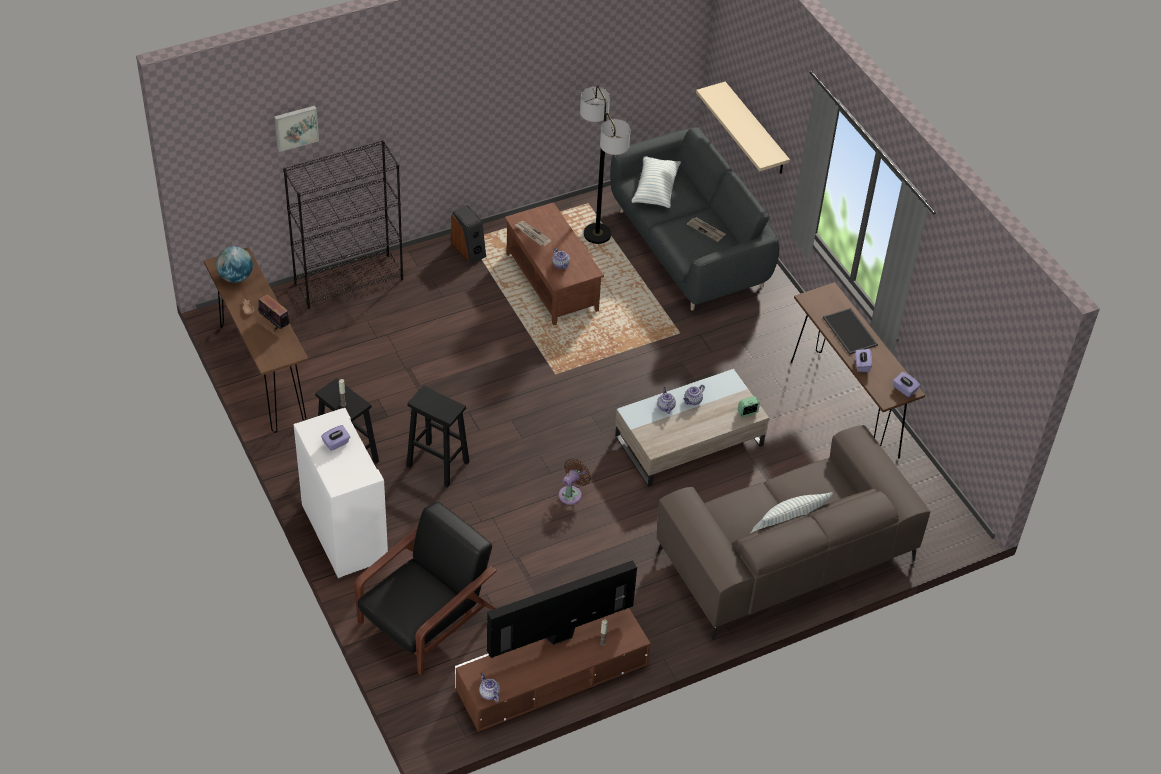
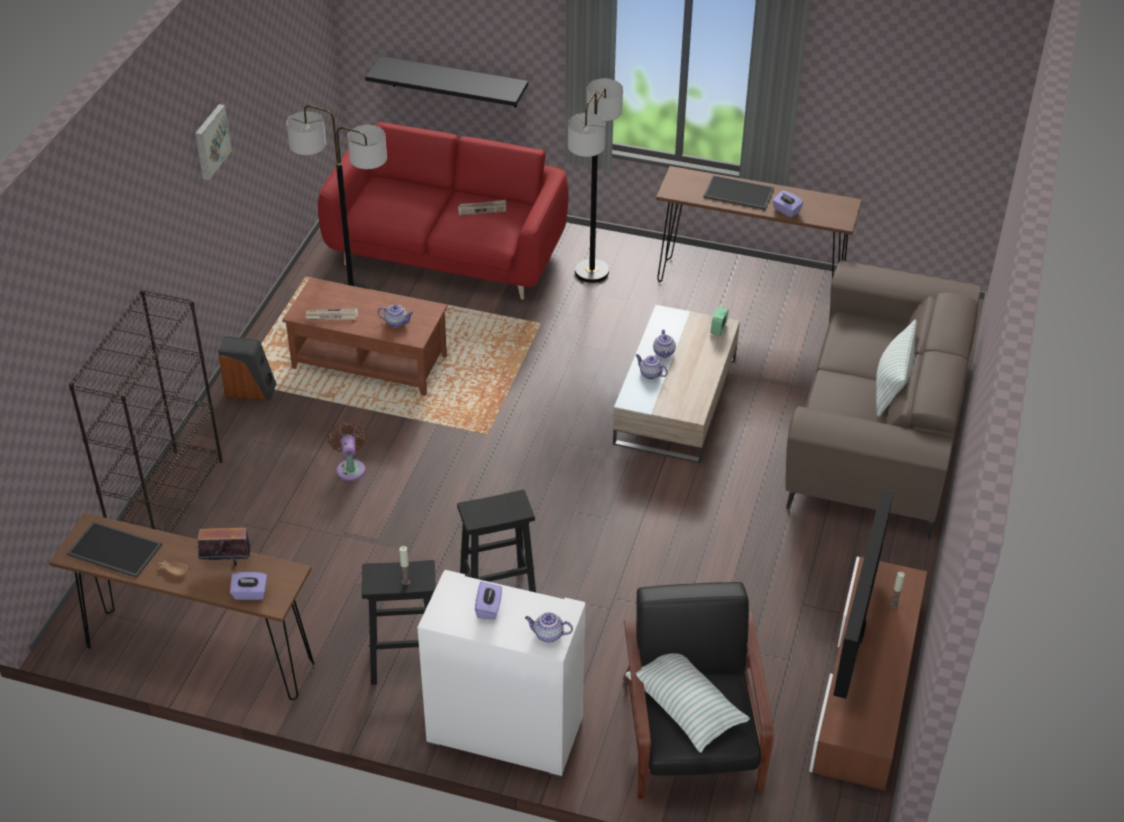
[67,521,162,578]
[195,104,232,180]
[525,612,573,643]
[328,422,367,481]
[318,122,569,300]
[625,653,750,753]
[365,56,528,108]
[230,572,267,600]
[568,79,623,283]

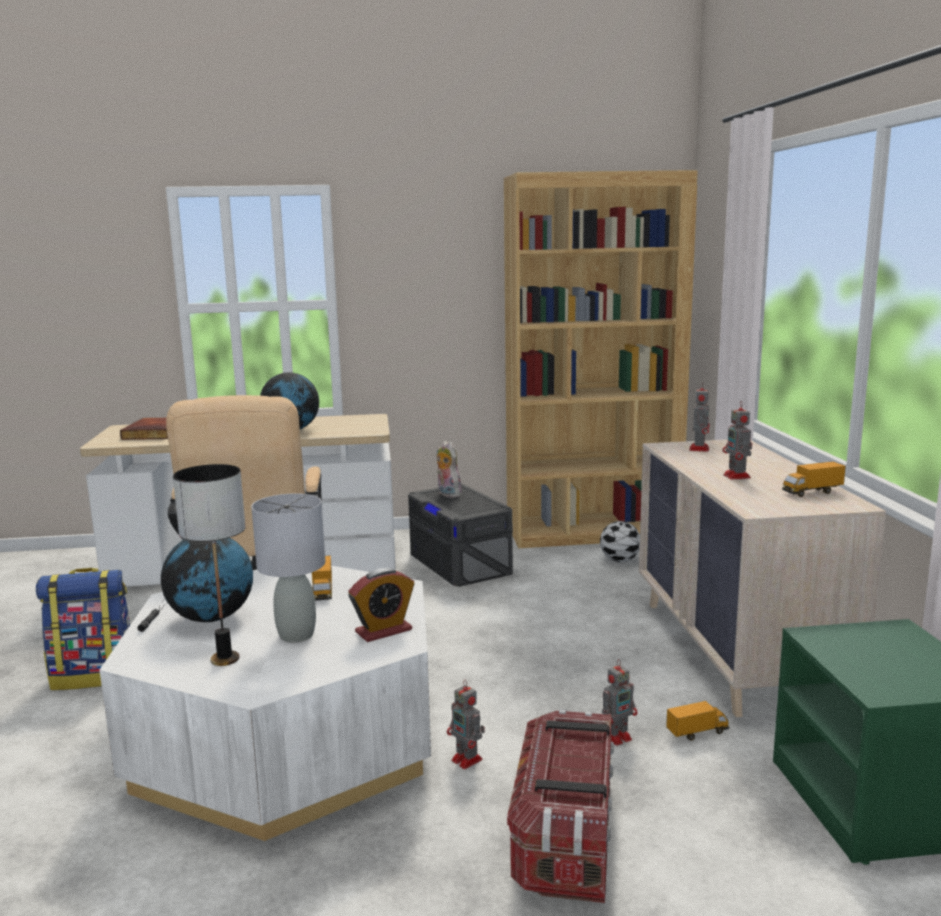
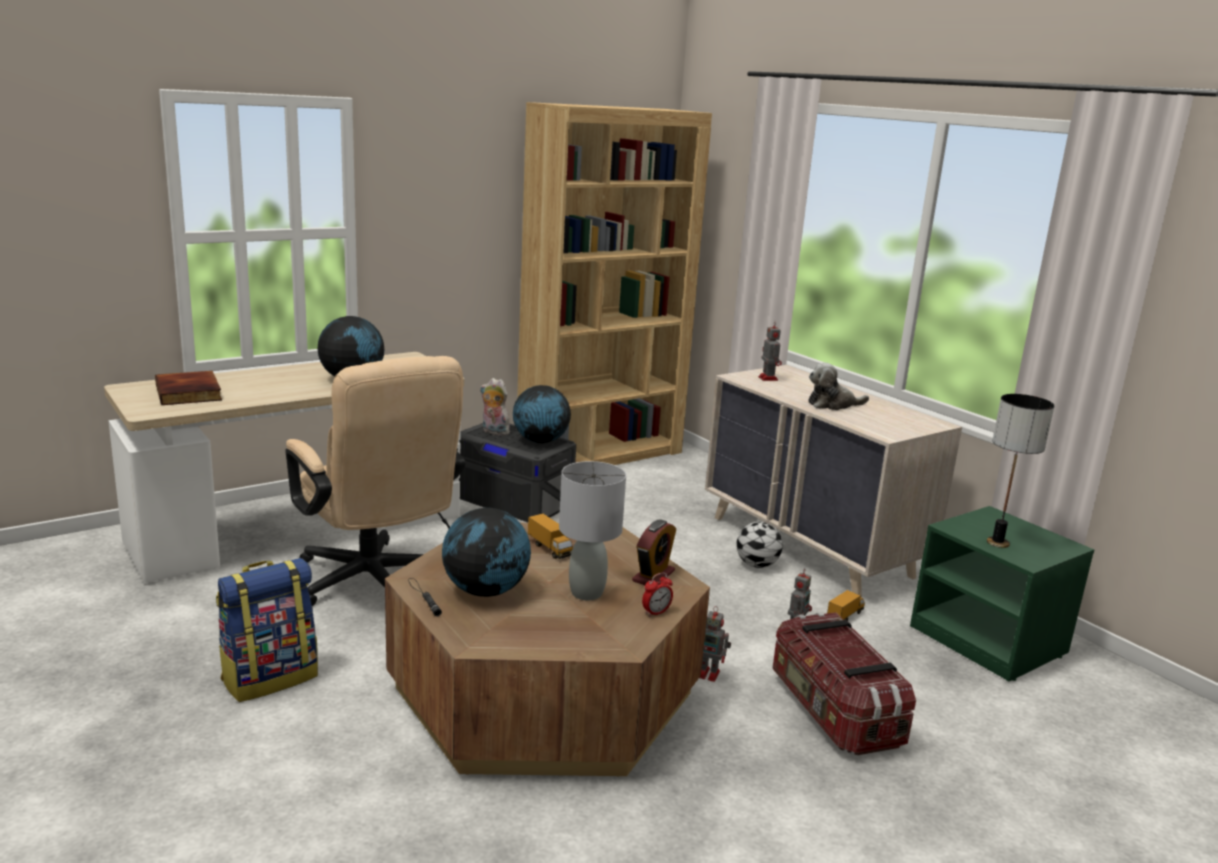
[385,523,710,777]
[987,394,1054,548]
[736,522,783,568]
[808,363,869,410]
[782,461,846,497] (first image)
[513,385,571,444]
[642,572,673,617]

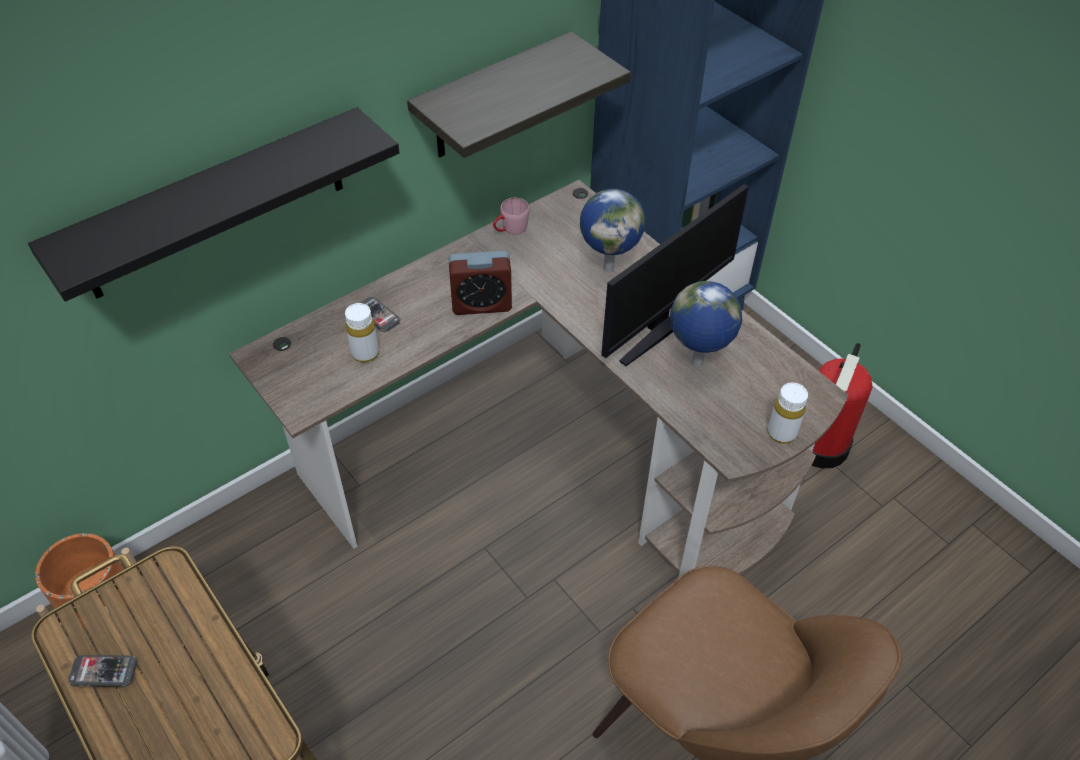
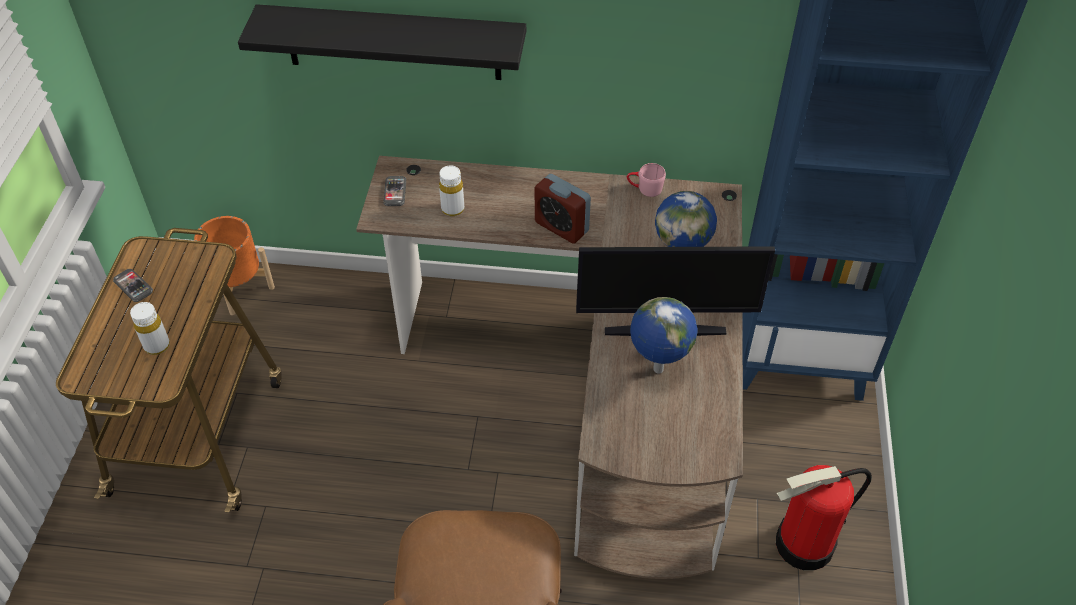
[383,176,406,206]
[407,31,631,158] (first image)
[130,302,170,355]

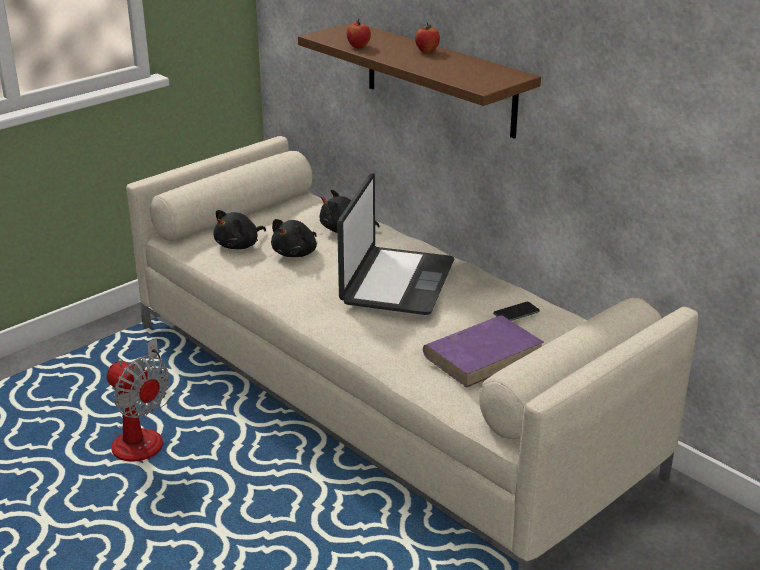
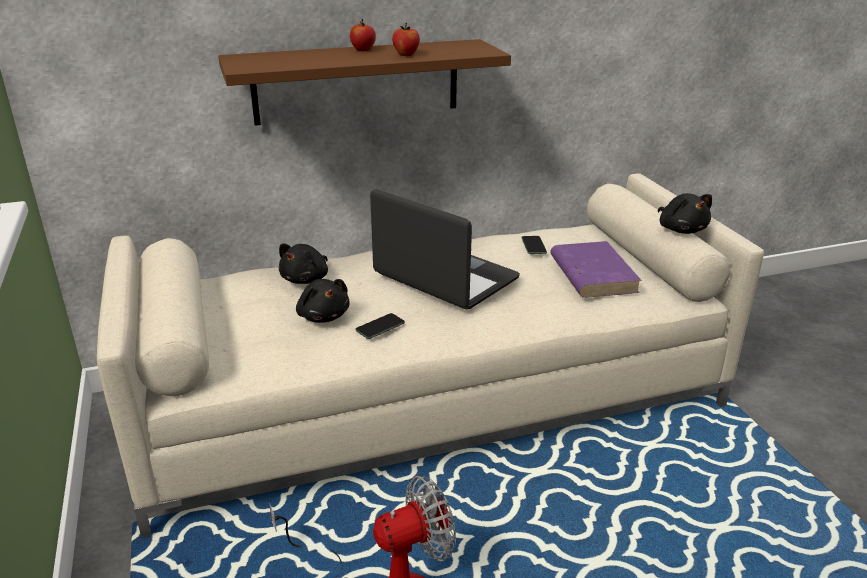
[658,193,712,234]
[392,23,420,56]
[355,313,405,339]

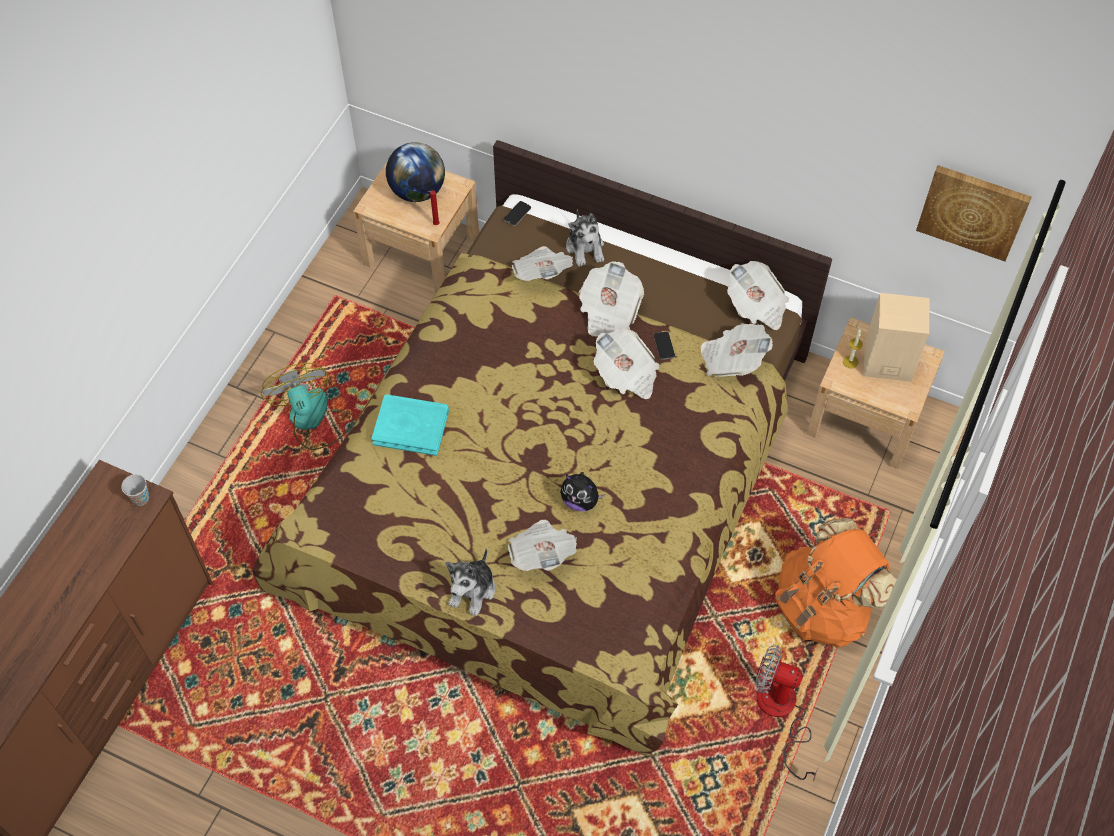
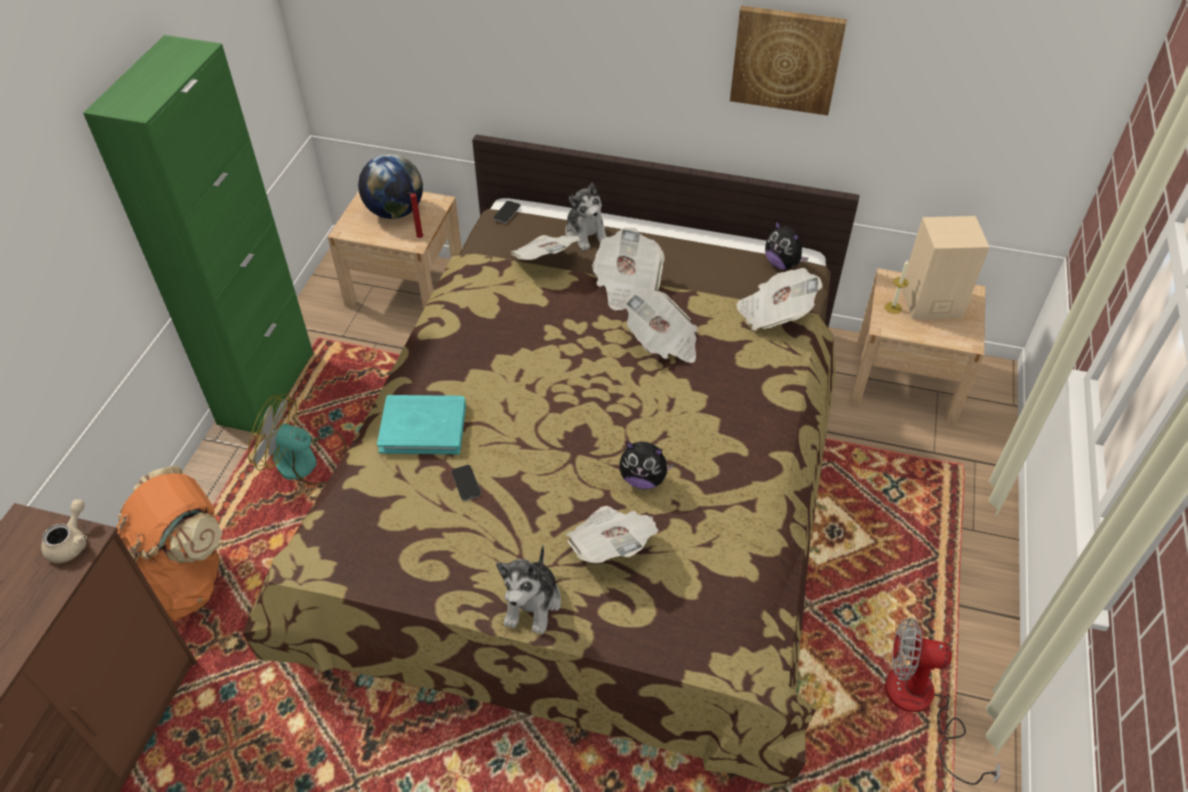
[41,499,87,563]
[248,393,347,485]
[451,465,481,501]
[765,221,808,270]
[116,466,223,621]
[730,6,847,116]
[83,35,313,434]

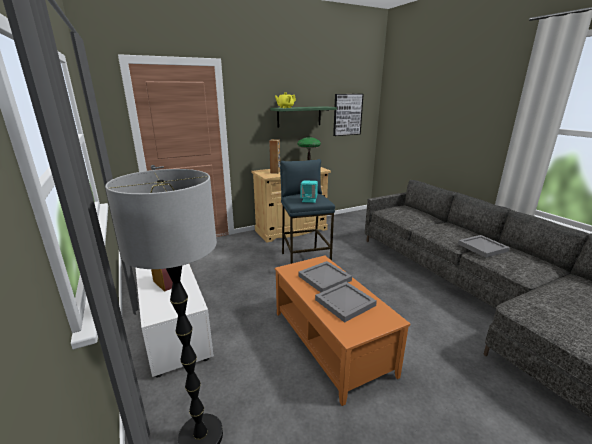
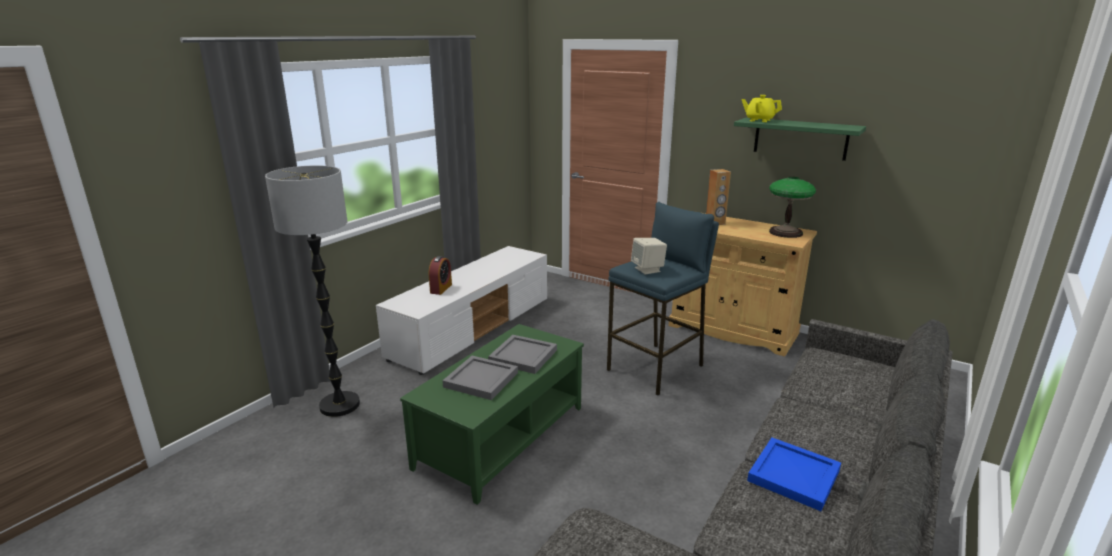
[400,324,584,505]
[631,238,667,274]
[333,94,364,136] (first image)
[747,437,841,511]

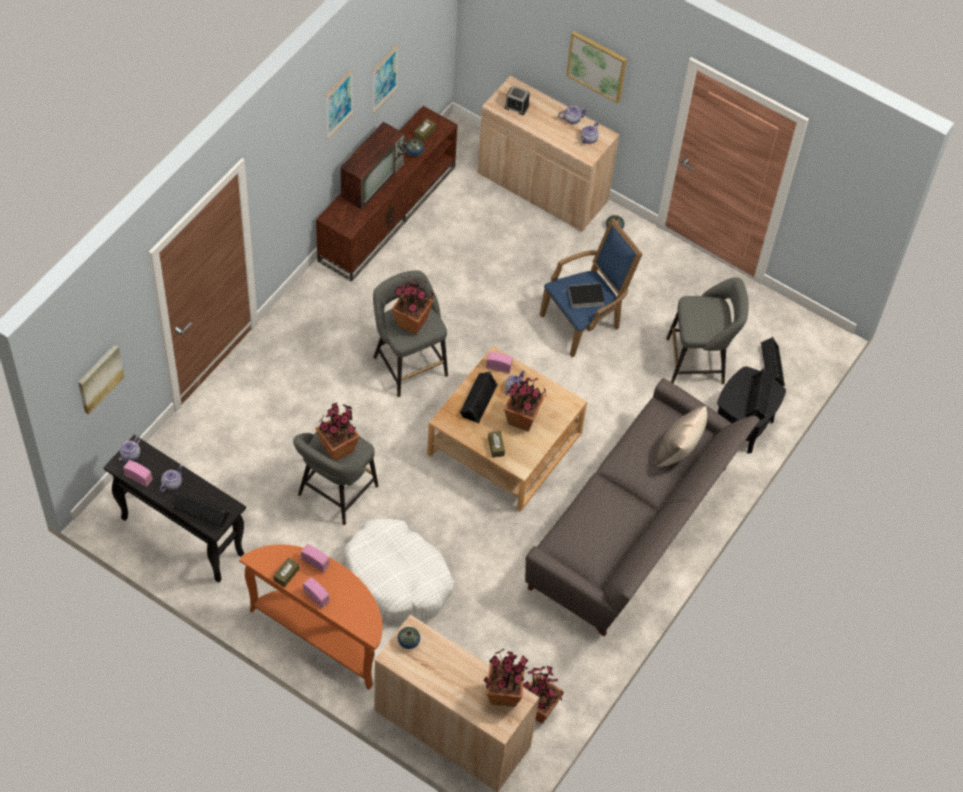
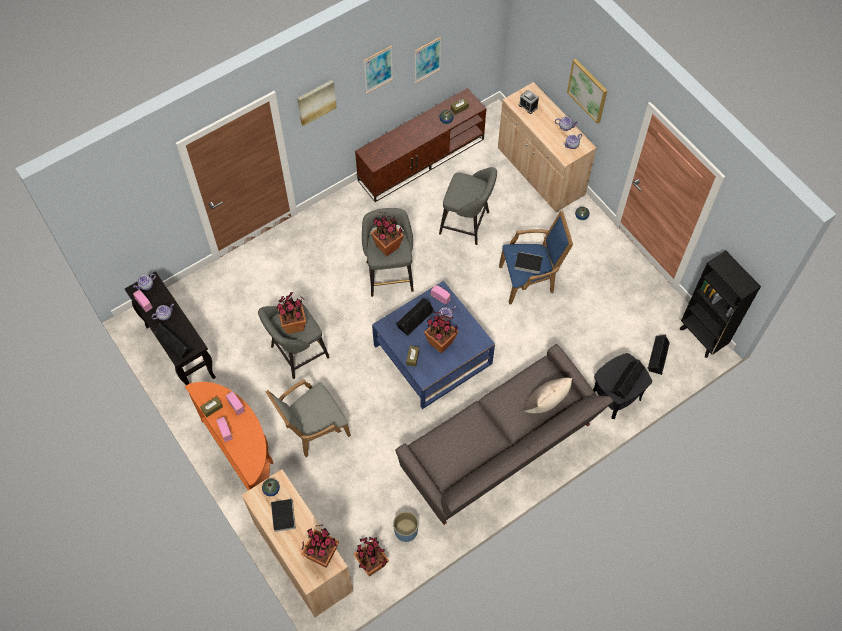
[297,80,337,126]
[340,122,407,210] (first image)
[265,379,351,457]
[372,281,495,409]
[439,167,497,245]
[271,495,296,532]
[393,511,419,542]
[680,250,761,358]

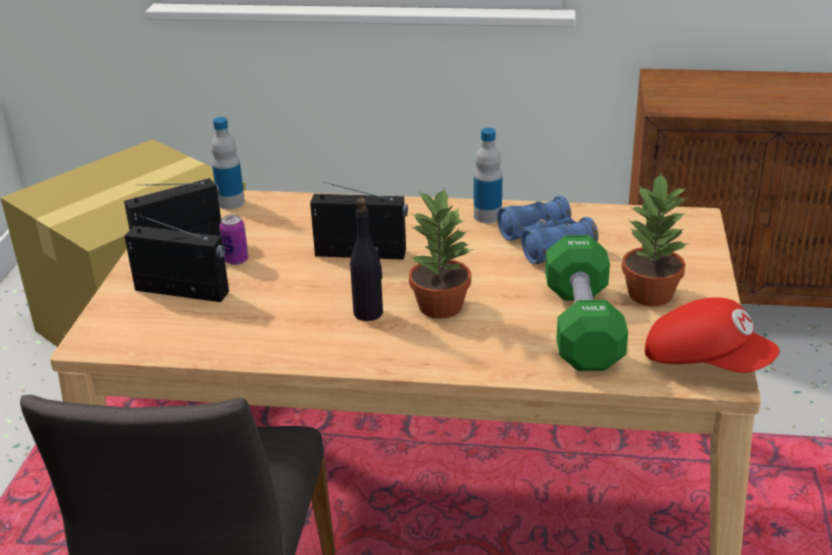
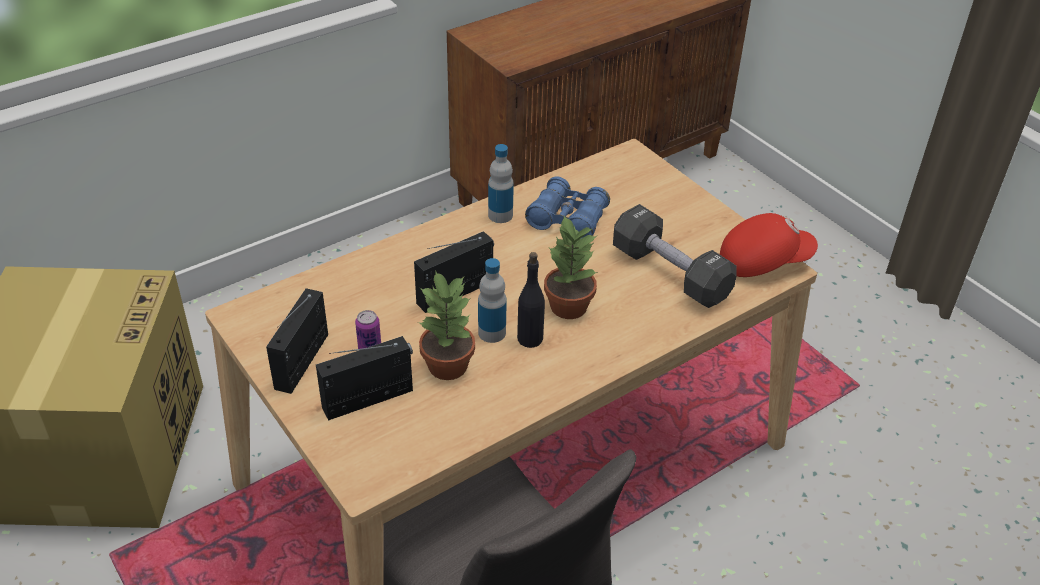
[478,258,507,343]
[613,204,737,308]
[418,270,475,380]

